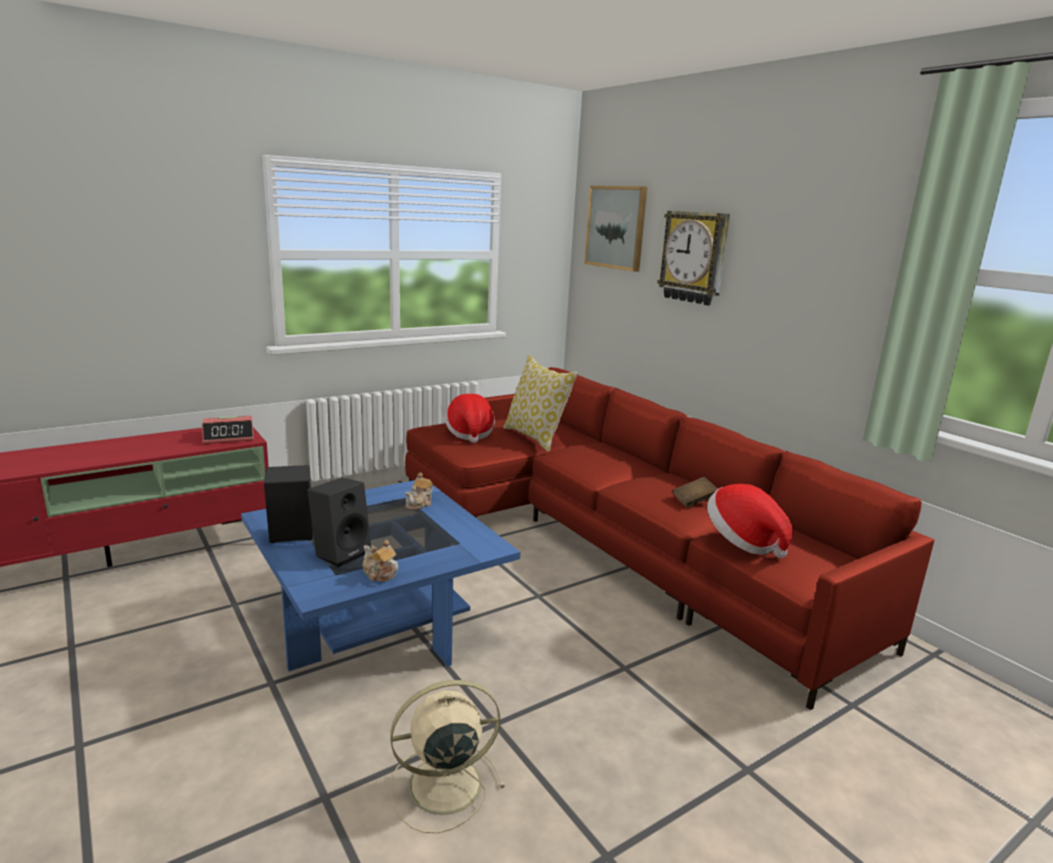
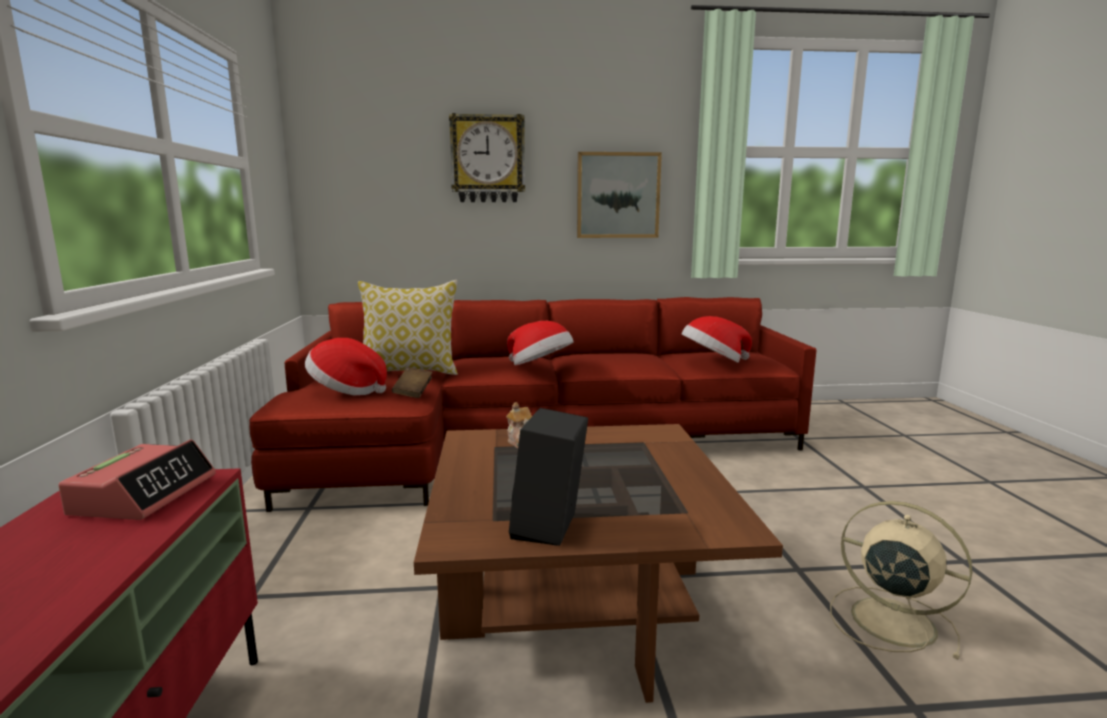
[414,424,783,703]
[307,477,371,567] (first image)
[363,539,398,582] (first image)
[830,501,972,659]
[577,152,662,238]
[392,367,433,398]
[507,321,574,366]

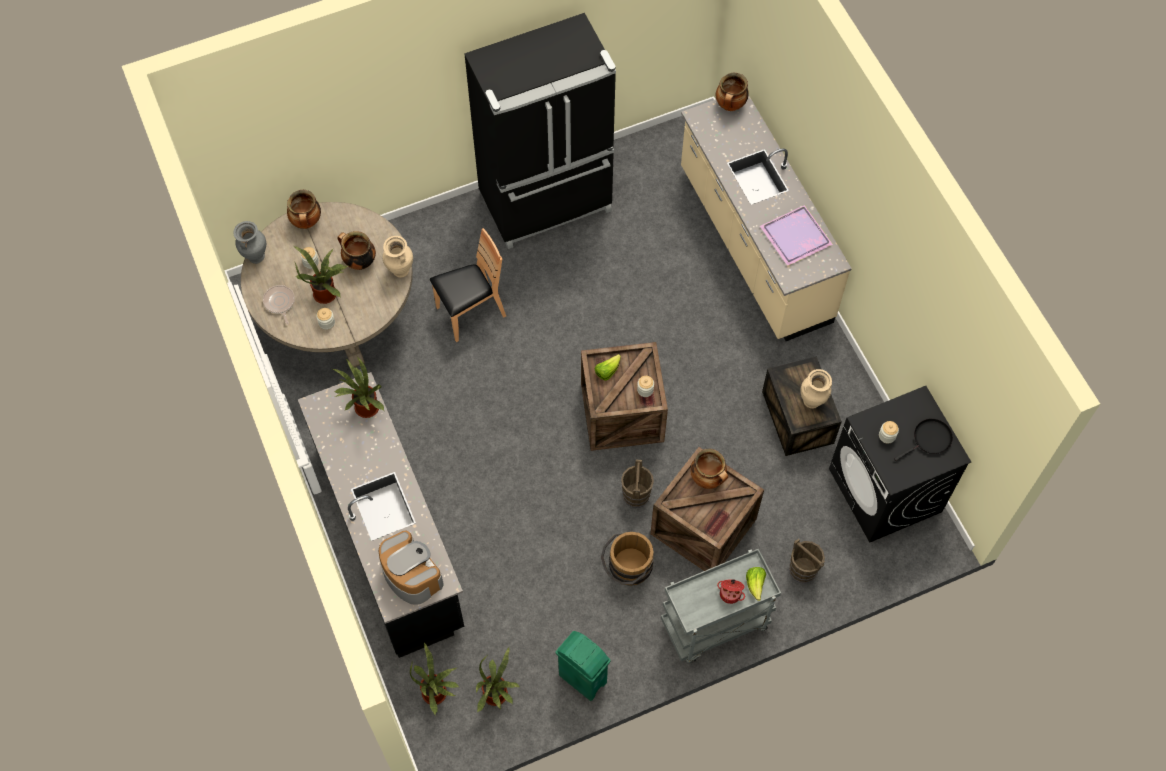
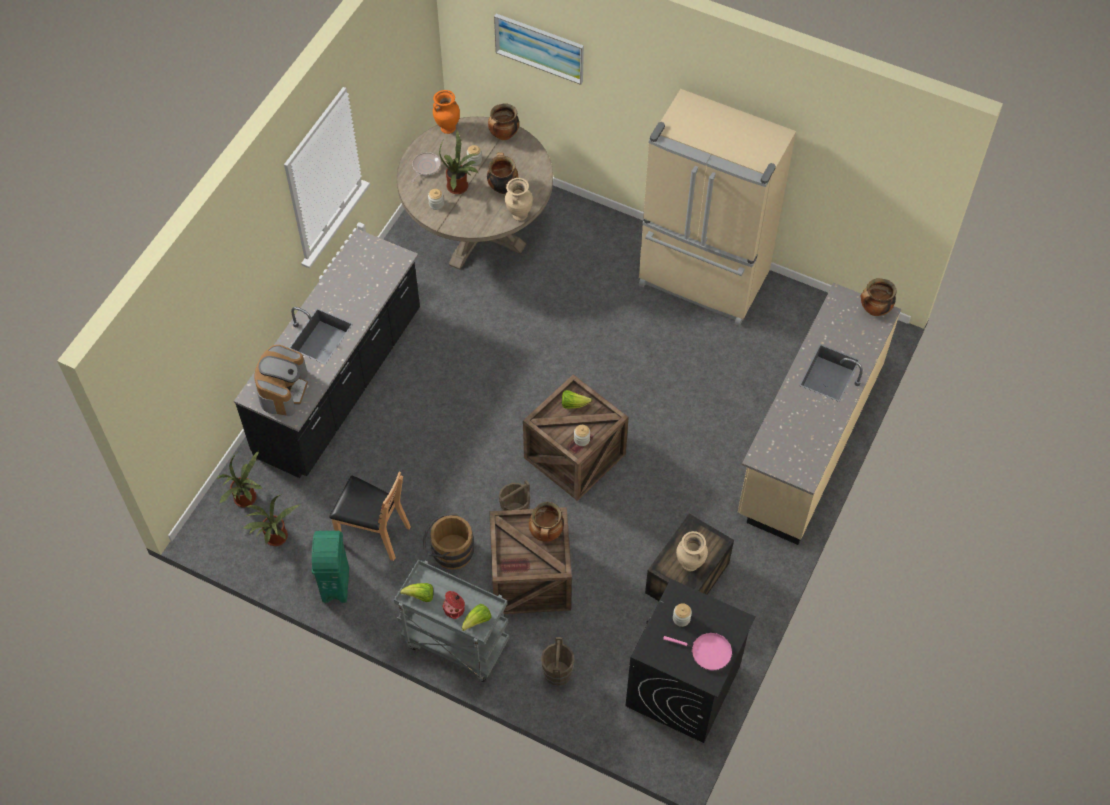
[433,90,460,134]
[332,356,384,418] (first image)
[329,471,411,561]
[639,89,796,326]
[760,205,833,266] (first image)
[663,633,732,671]
[400,583,433,602]
[494,14,584,85]

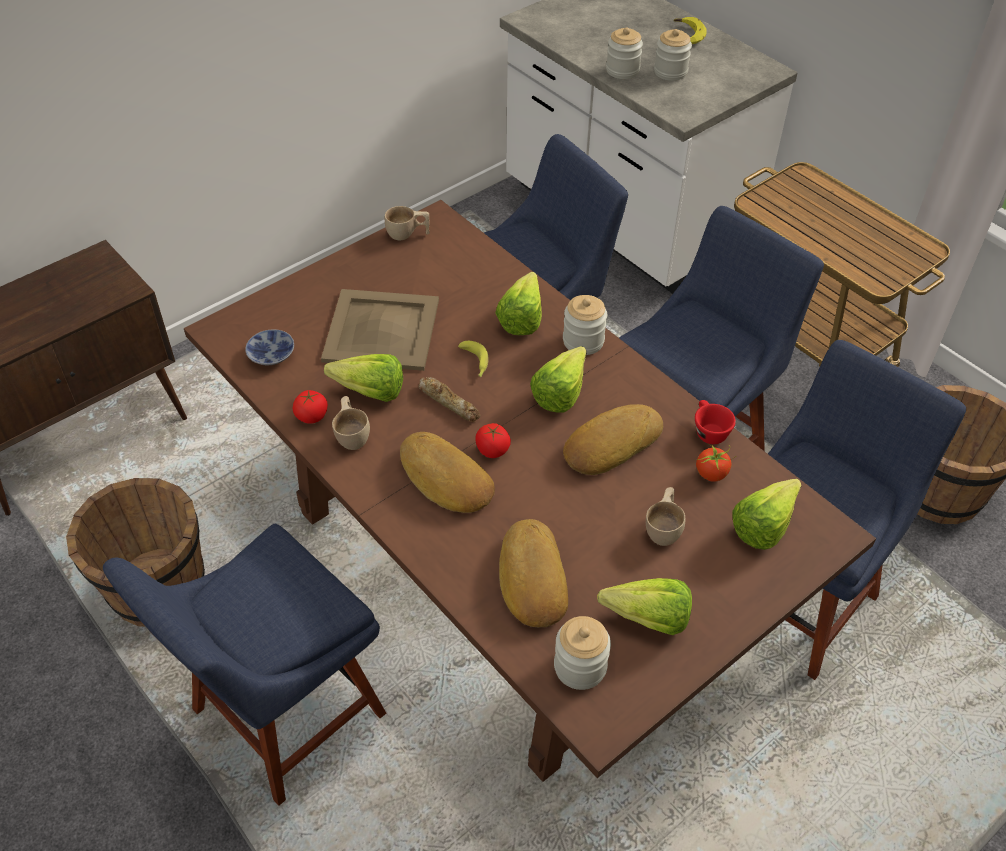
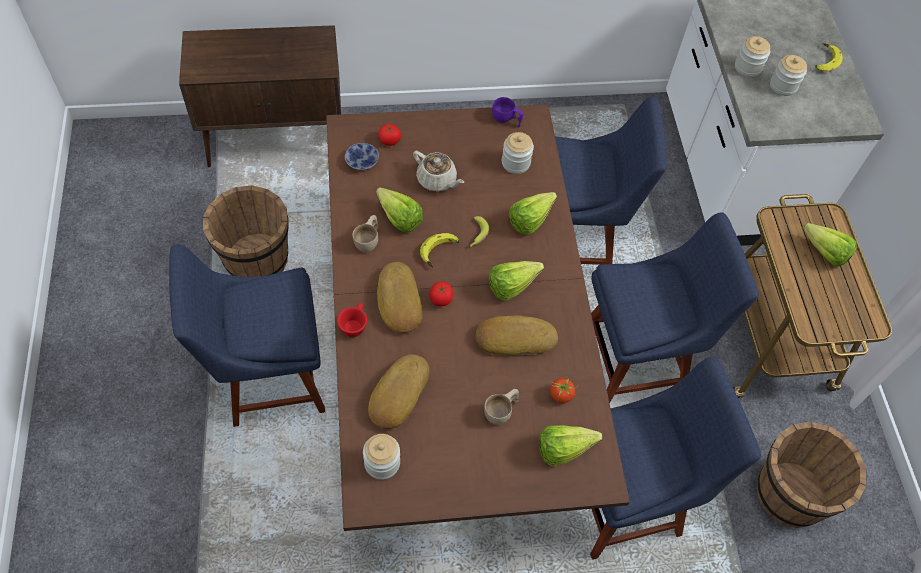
[378,124,401,146]
[413,151,464,192]
[492,97,524,127]
[420,233,459,267]
[502,132,534,174]
[803,223,857,267]
[337,303,367,337]

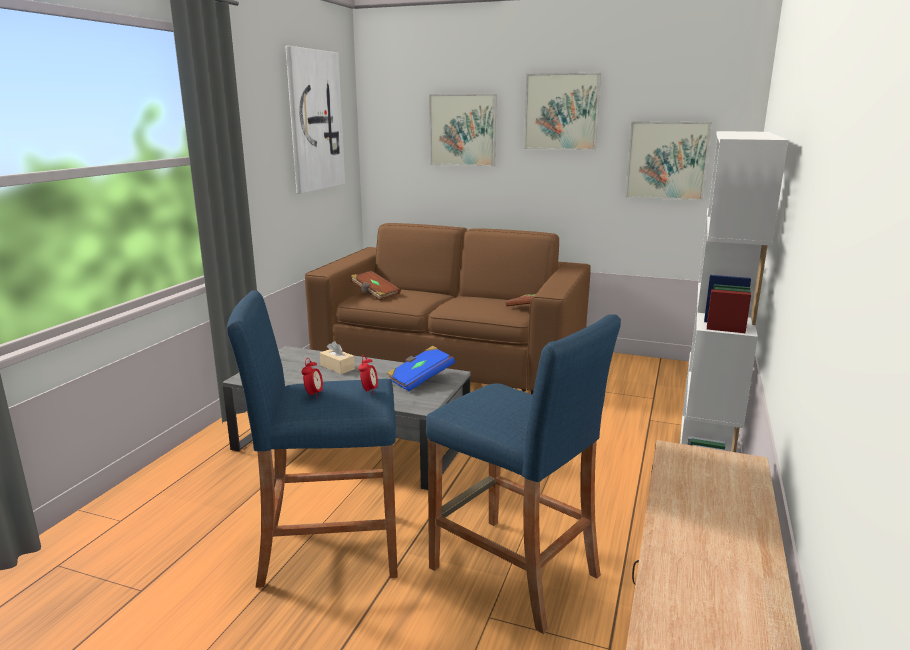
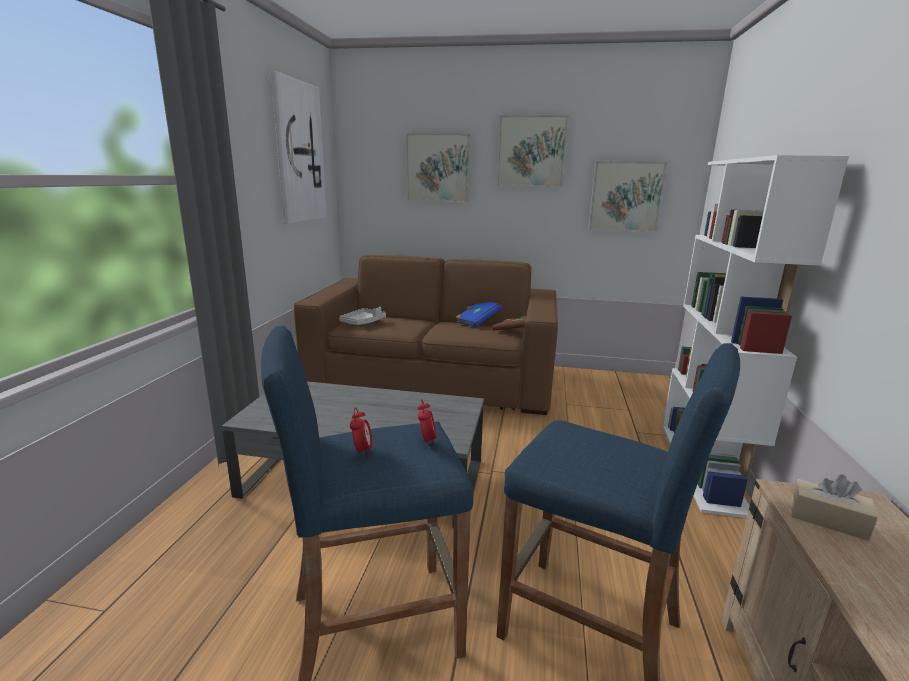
[791,475,878,541]
[339,307,386,325]
[455,302,502,327]

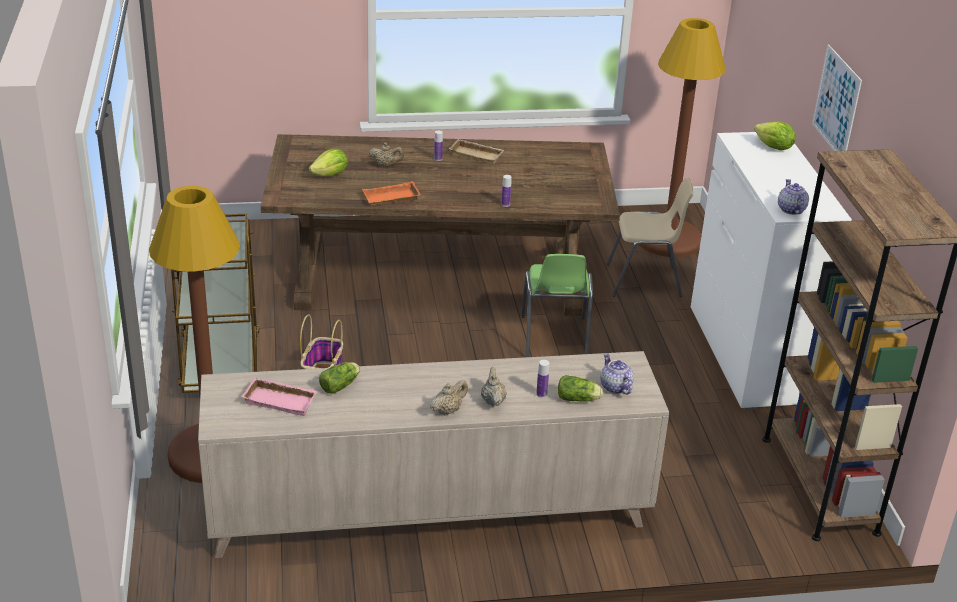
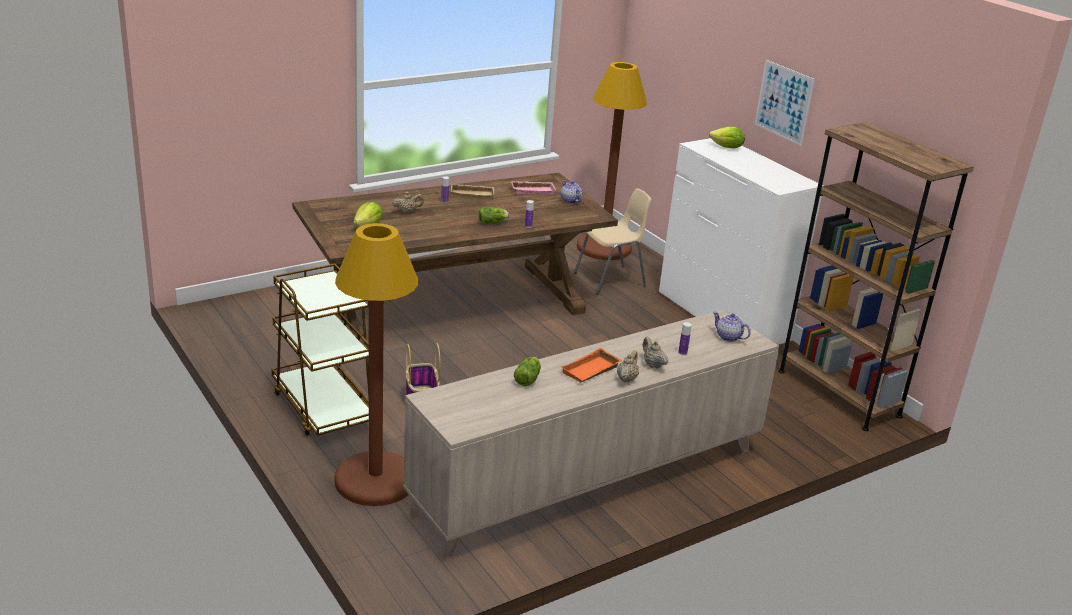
[511,181,556,195]
[561,348,622,382]
[521,254,593,357] (first image)
[479,207,509,224]
[561,180,582,204]

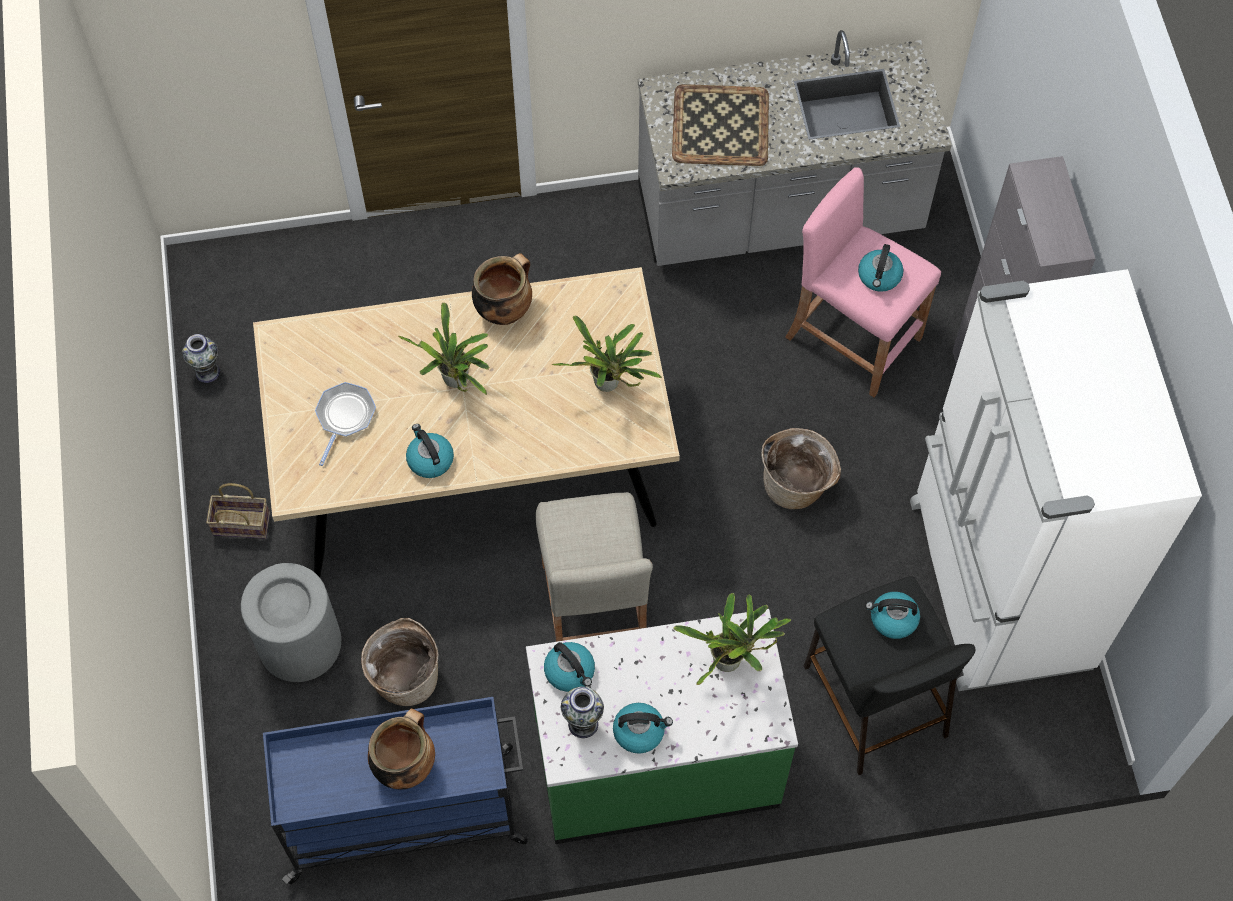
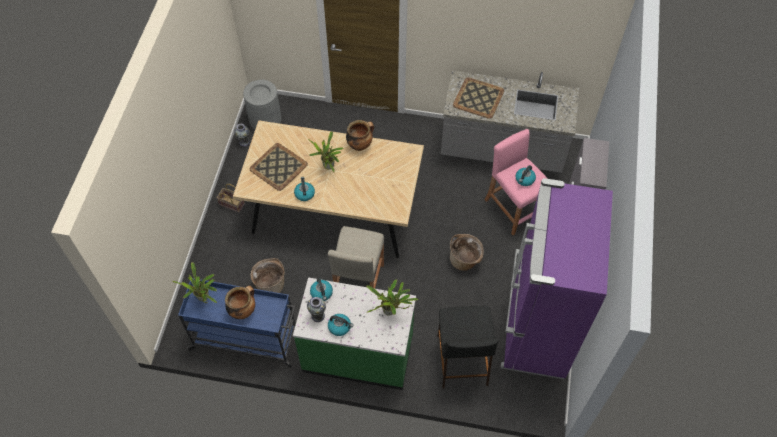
[243,80,282,129]
[250,143,308,191]
[172,262,217,303]
[865,592,920,639] (first image)
[500,178,613,379]

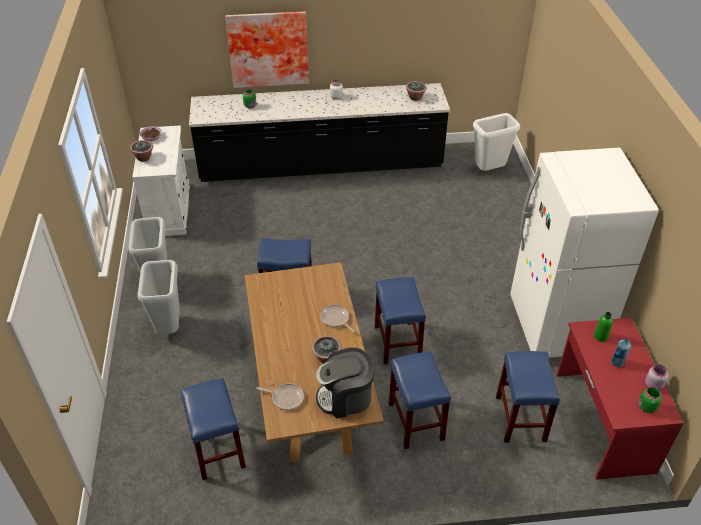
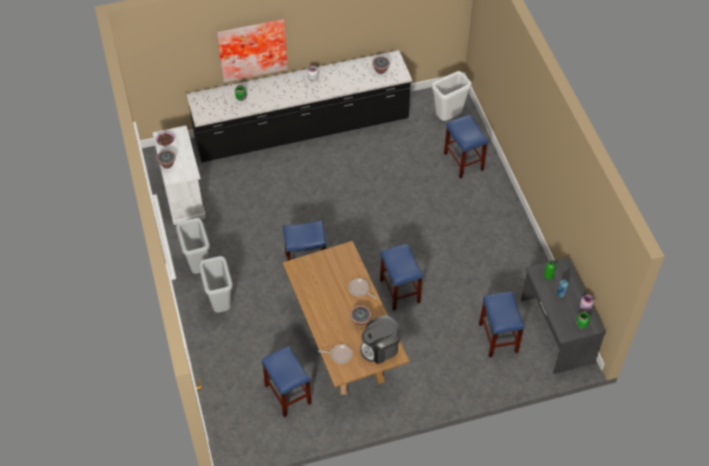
[444,115,488,179]
[510,148,659,359] (first image)
[521,257,605,374]

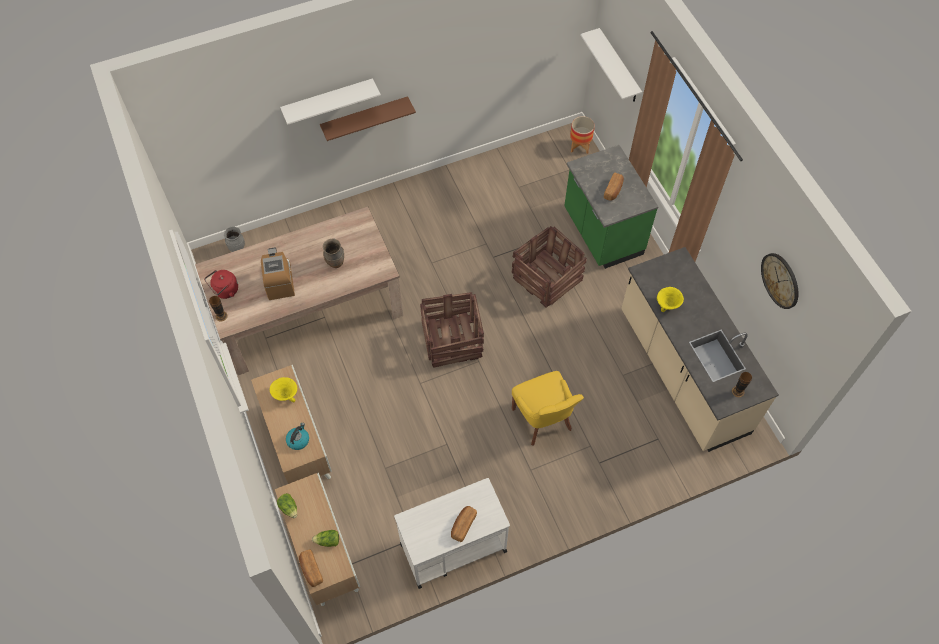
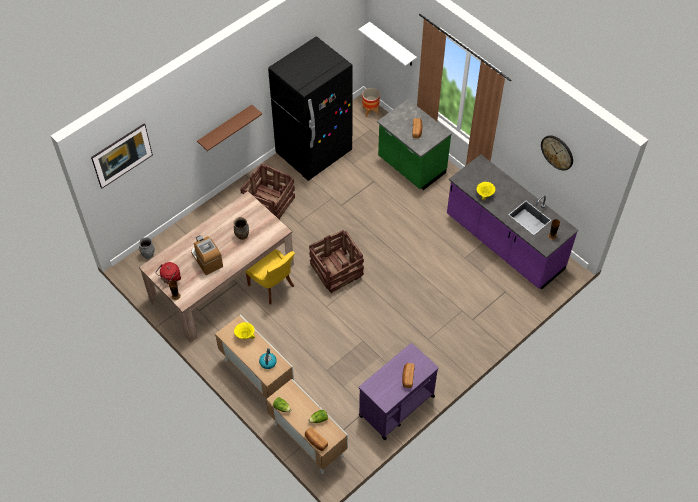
[280,78,381,125] (first image)
[359,343,439,440]
[241,164,295,220]
[245,249,295,304]
[447,154,578,289]
[91,123,153,189]
[268,36,353,181]

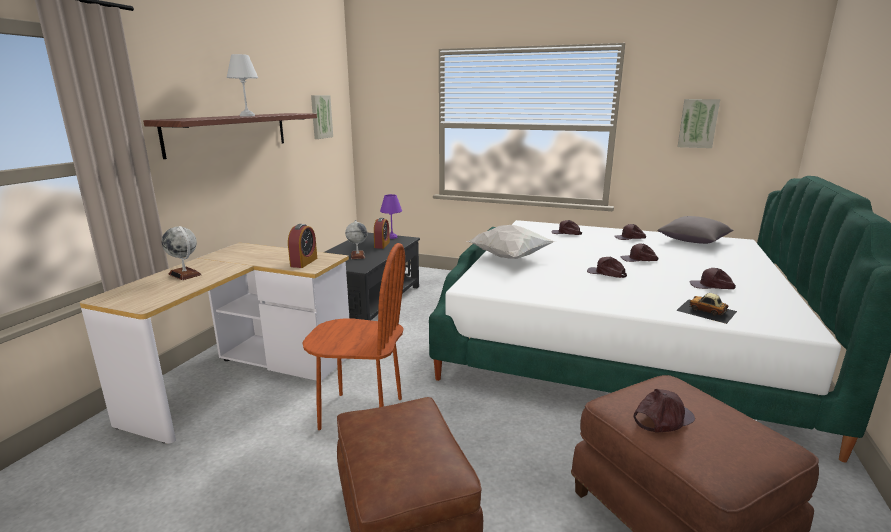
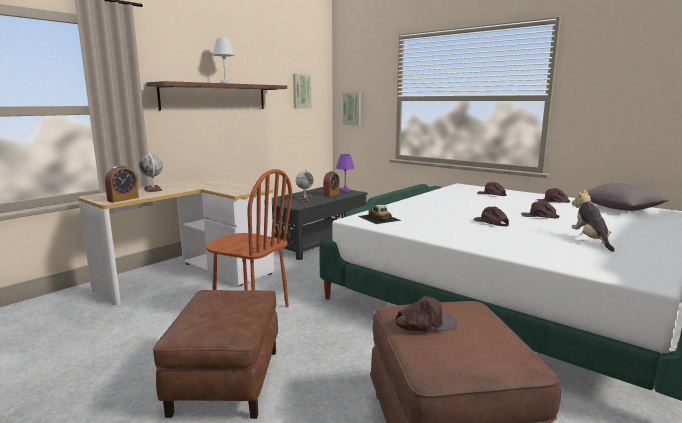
[105,165,139,203]
[466,225,556,259] (first image)
[358,205,401,224]
[343,93,361,126]
[571,190,615,252]

